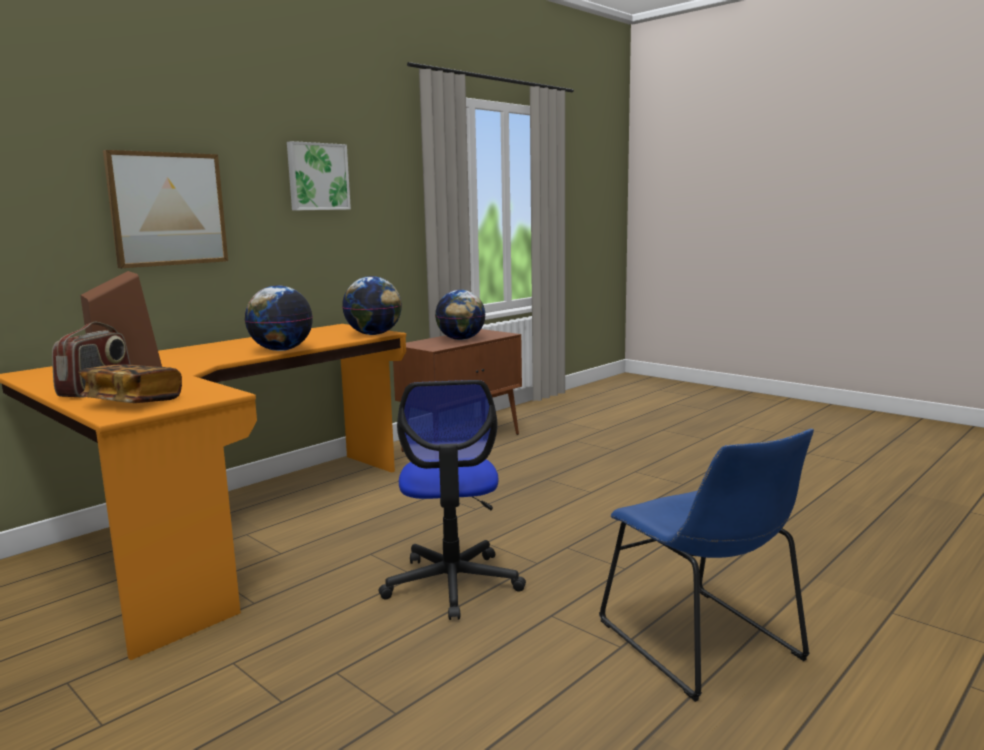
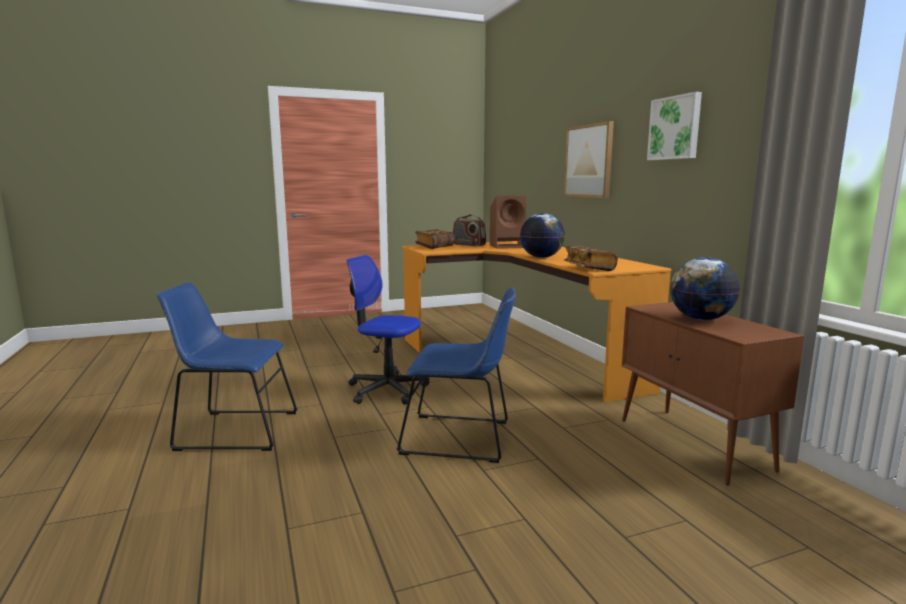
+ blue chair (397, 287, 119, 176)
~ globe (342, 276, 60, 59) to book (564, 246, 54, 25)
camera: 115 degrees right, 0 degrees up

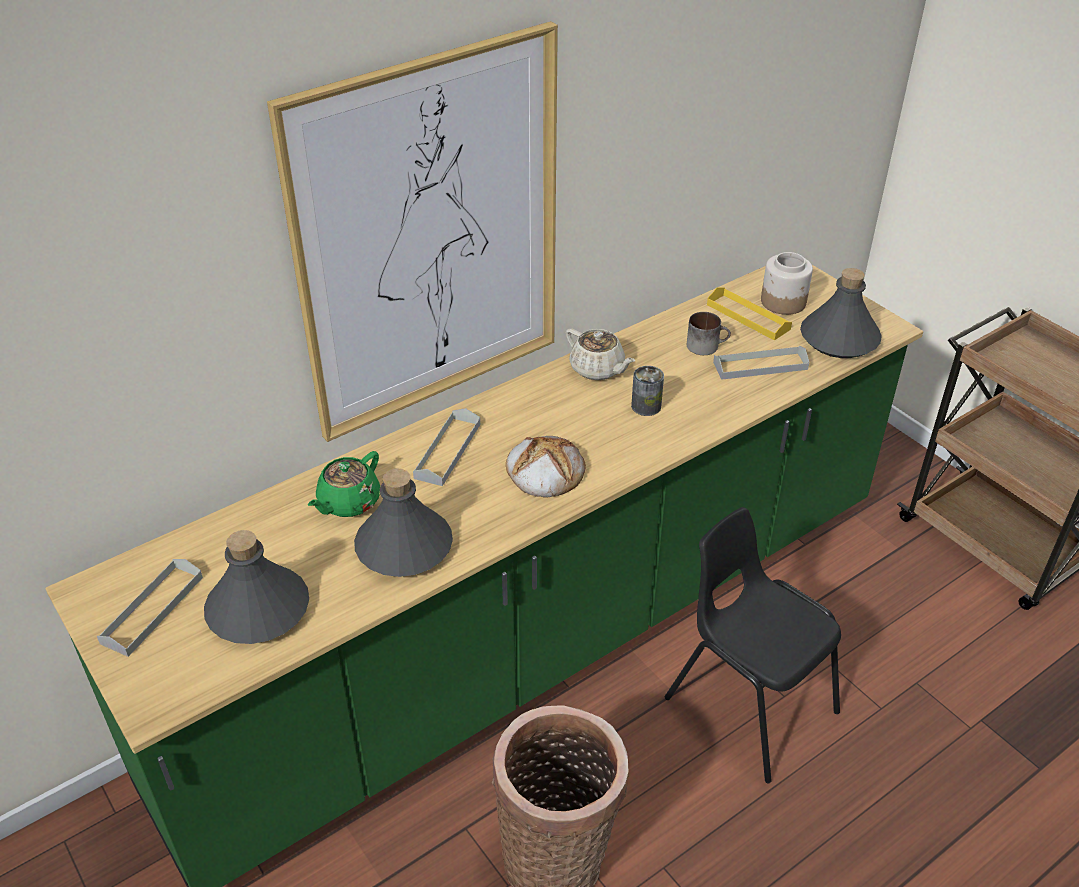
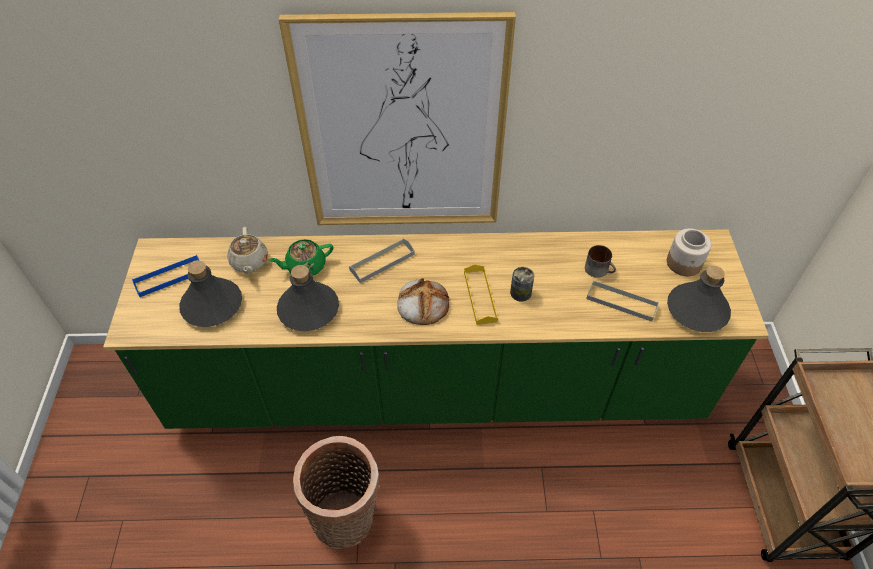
~ grey tray (97, 559, 106, 98) to blue tray (132, 255, 67, 42)
~ beige teapot (566, 329, 69, 51) to (227, 227, 41, 47)
~ yellow tray (707, 287, 85, 54) to (464, 264, 34, 61)
- black chair (665, 507, 176, 276)
camera: 35 degrees right, 10 degrees up

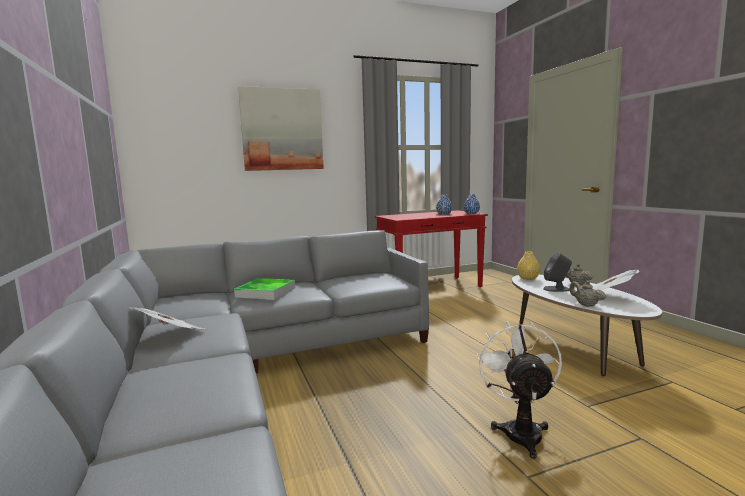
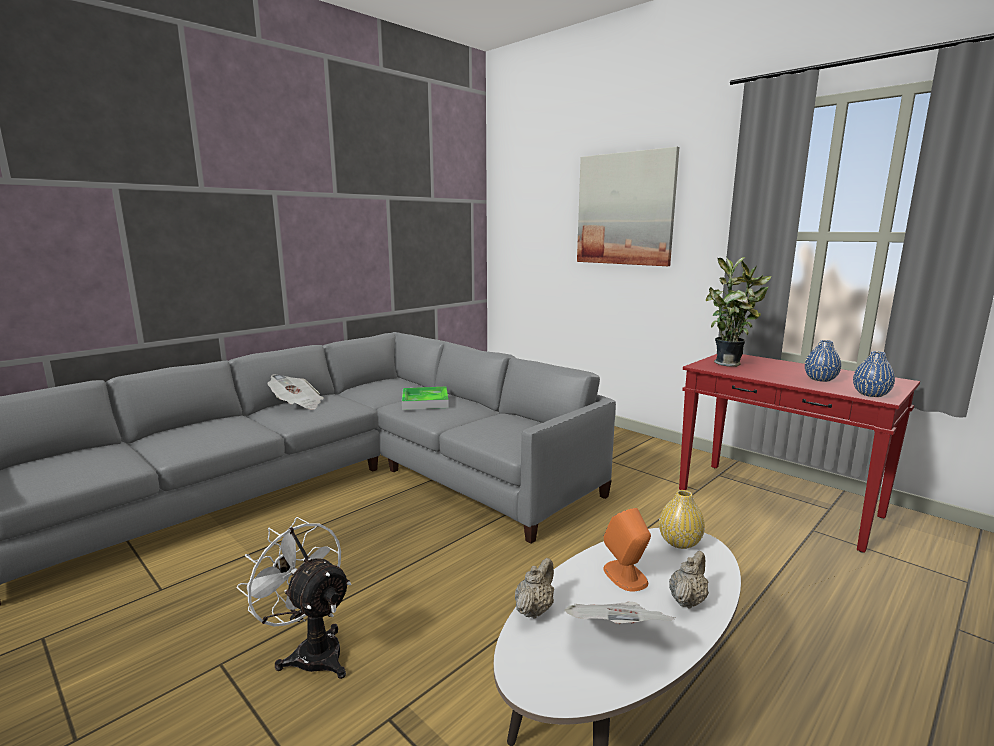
~ white fan (477, 321, 85, 138) = (236, 517, 115, 162) 120 degrees counterclockwise
~ grey speaker (543, 252, 29, 40) to orange speaker (603, 508, 48, 83)
+ potted plant (706, 257, 66, 110)
camera: 65 degrees right, 5 degrees up

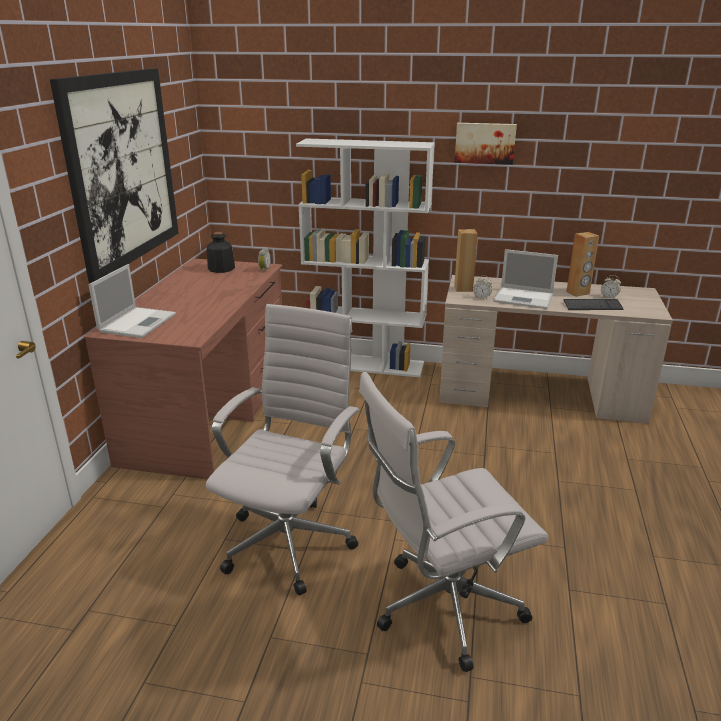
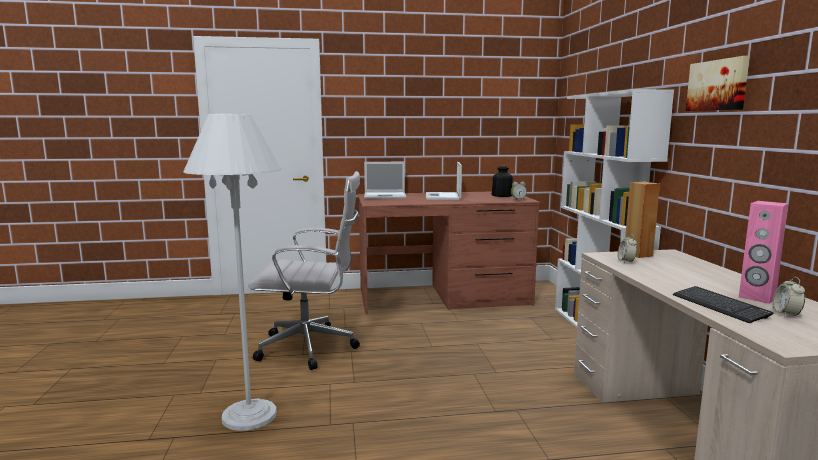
~ white office chair (359, 372, 189, 300) to white floor lamp (183, 114, 98, 317)
~ laptop (493, 249, 65, 60) to (426, 162, 36, 38)
~ brown speaker (566, 232, 33, 65) to pink speaker (739, 201, 49, 103)
- picture (50, 68, 129, 216)
camera: 70 degrees right, 15 degrees down

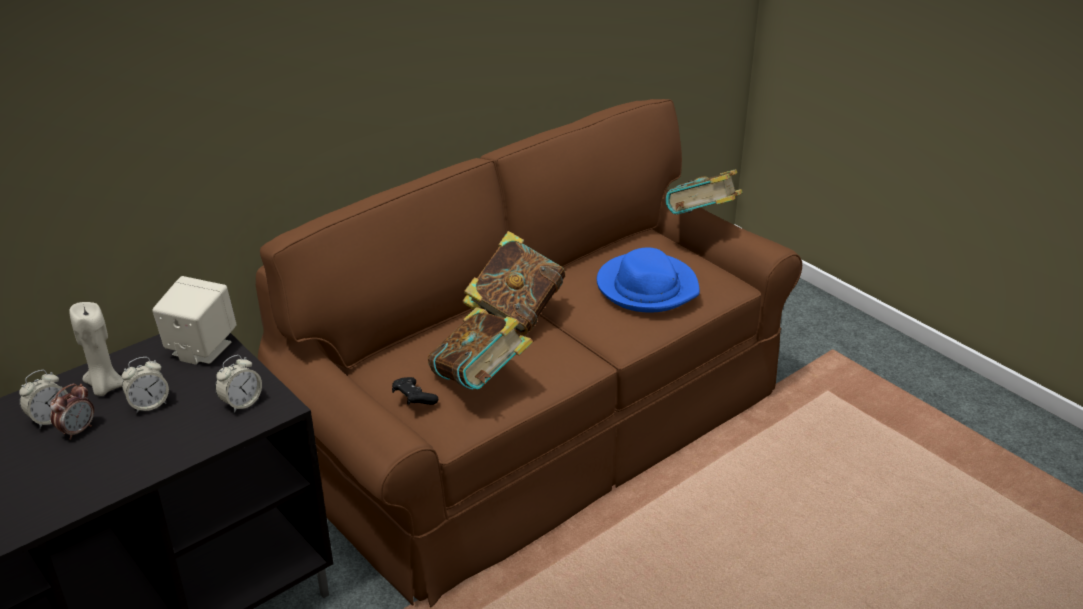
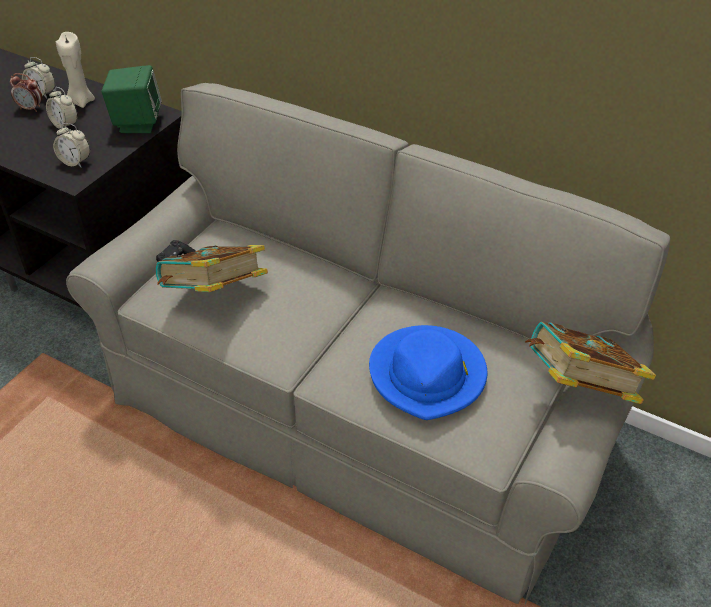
~ brown sofa (256, 99, 546, 509) to grey sofa (66, 83, 604, 521)
~ beige speaker (152, 276, 85, 89) to green speaker (102, 65, 60, 68)
- book (462, 231, 103, 104)
camera: 70 degrees right, 10 degrees up

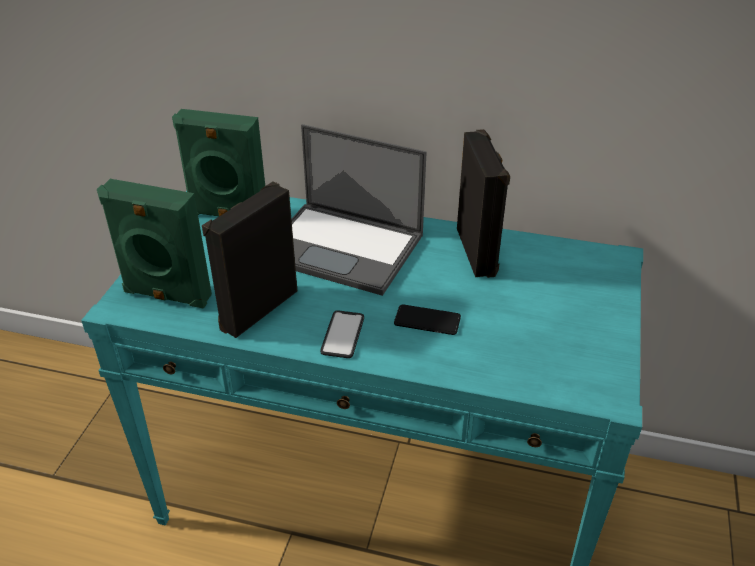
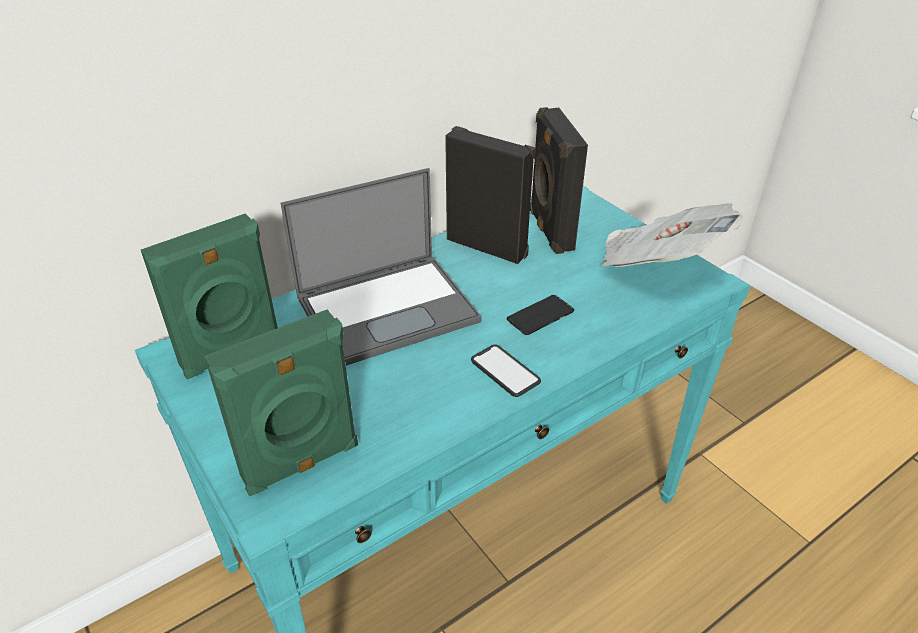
~ black speaker (202, 181, 95, 157) to (530, 107, 58, 147)
+ newspaper (601, 203, 142, 64)
camera: 50 degrees left, 0 degrees up

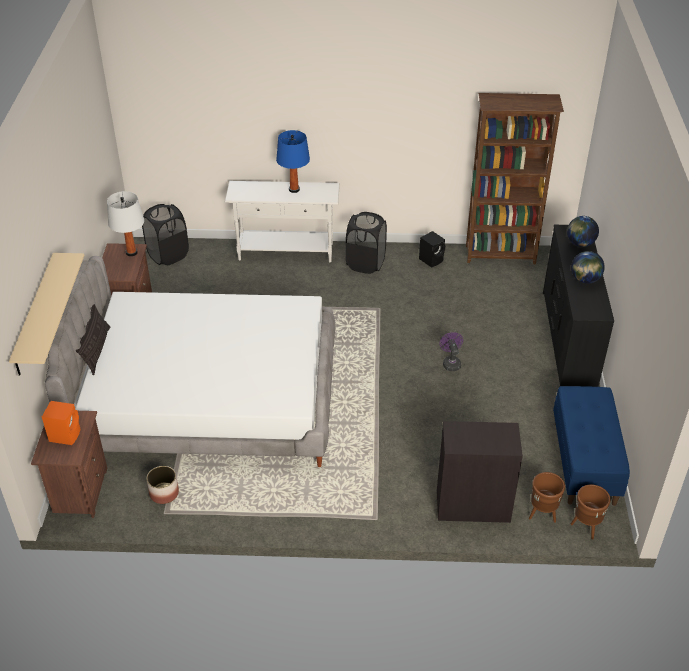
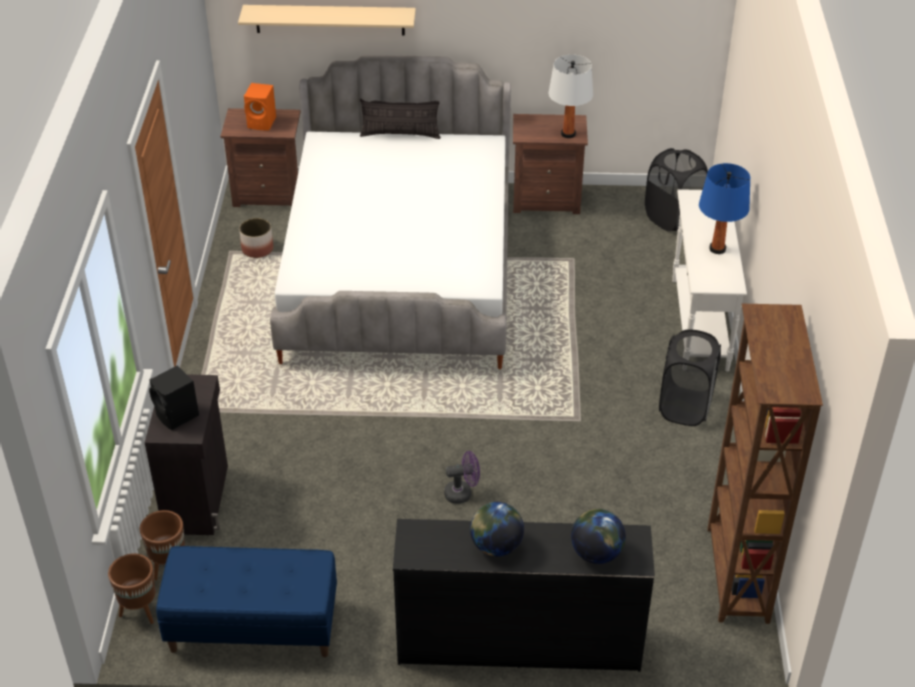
~ black speaker (419, 231, 27, 37) to (149, 365, 50, 65)
camera: 90 degrees right, 0 degrees up

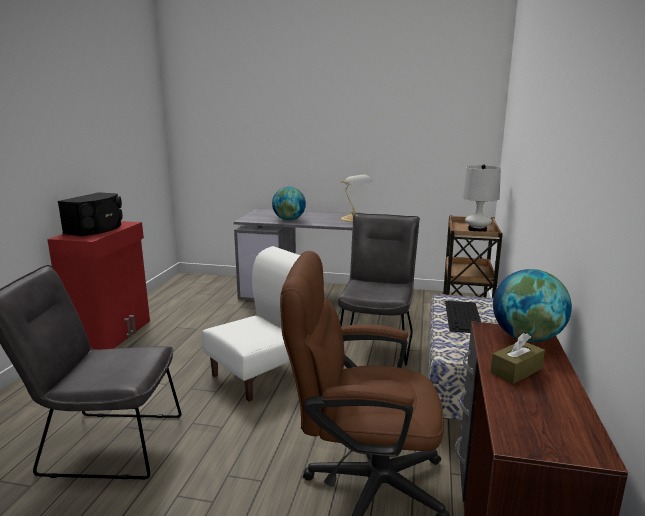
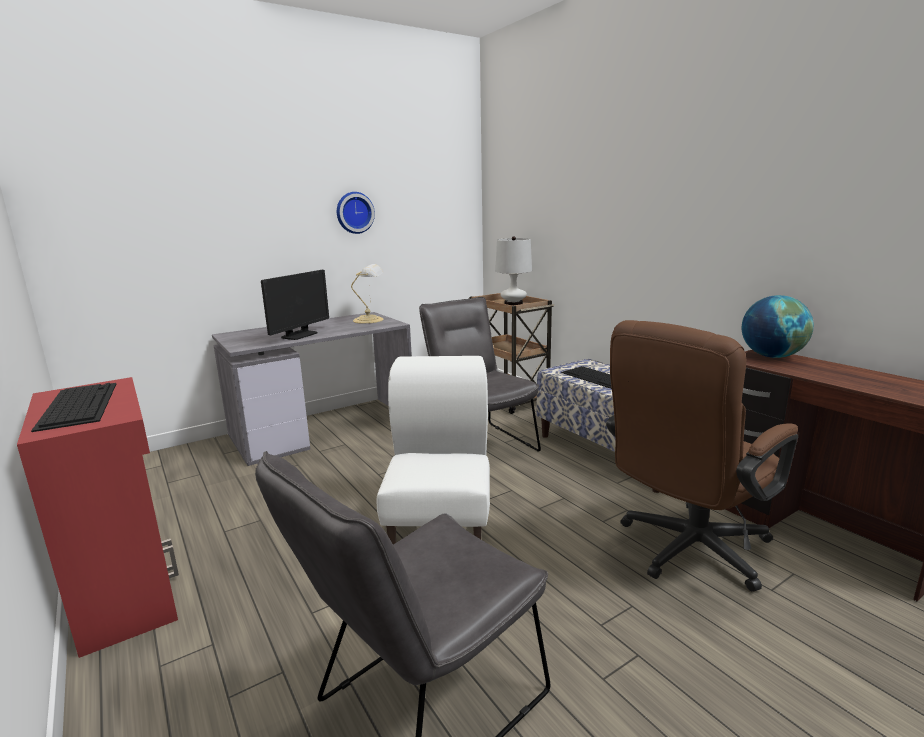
~ black speaker (58, 192, 64, 44) to keyboard (31, 383, 85, 49)
~ globe (272, 187, 34, 33) to monitor (261, 270, 68, 70)
+ wall clock (337, 192, 38, 42)
- brown tissue box (490, 333, 55, 51)
camera: 45 degrees left, 0 degrees up

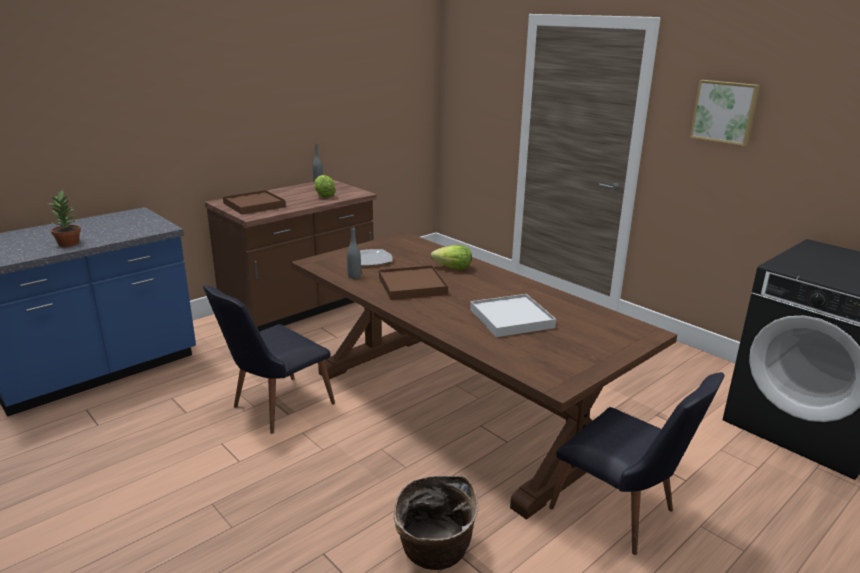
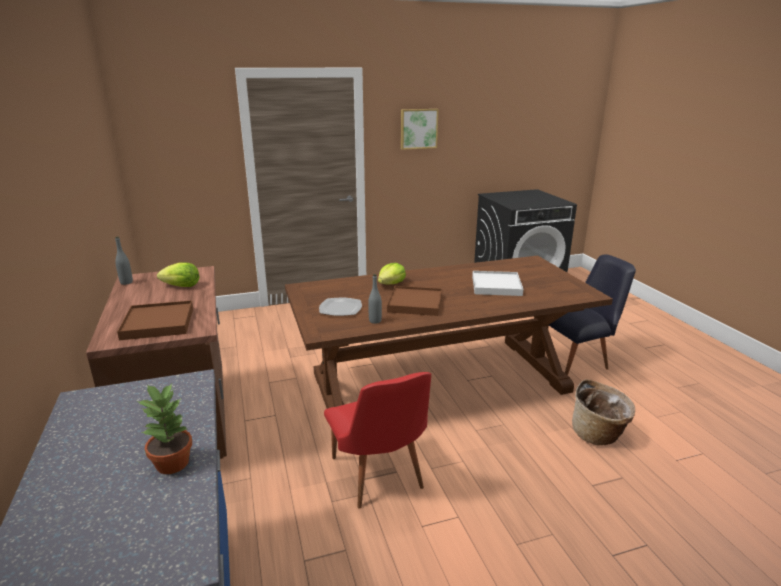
~ black chair (203, 285, 132, 149) to red chair (324, 372, 107, 136)
camera: 65 degrees left, 0 degrees up

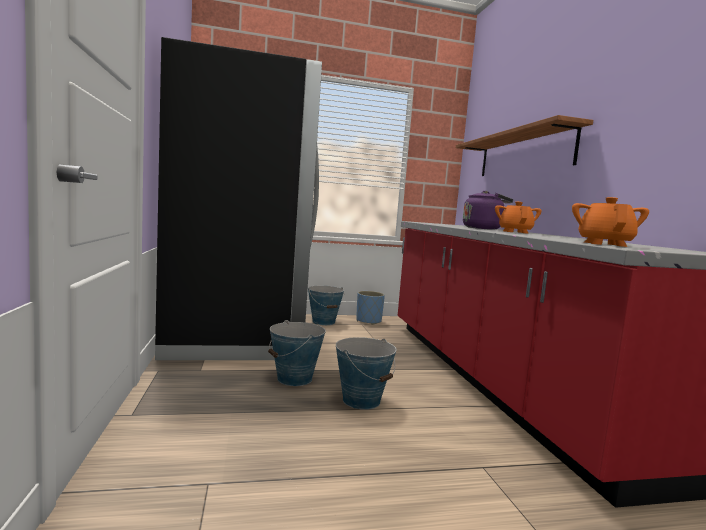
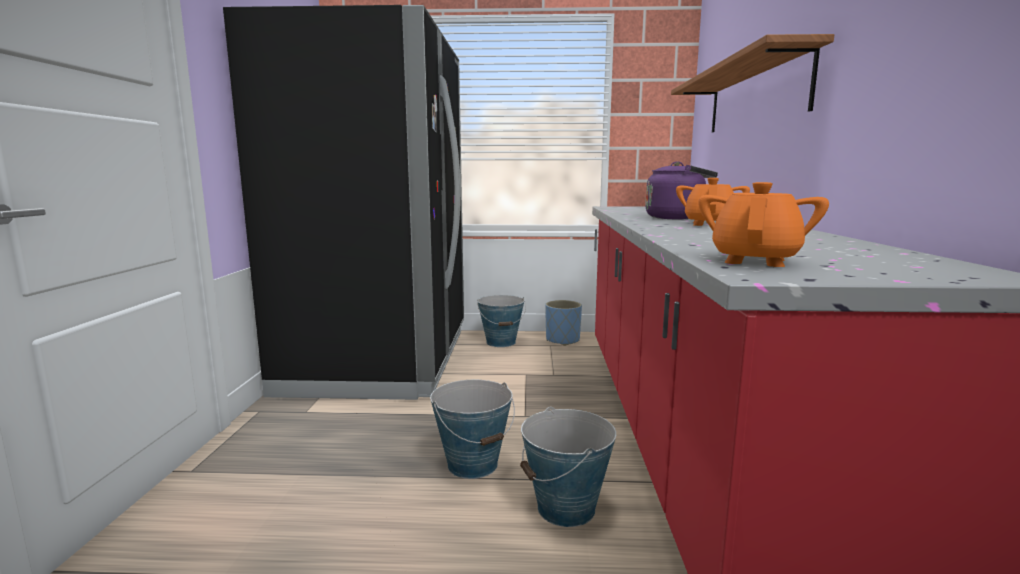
~ bucket (268, 320, 58, 66) to (520, 406, 96, 121)
camera: 15 degrees right, 5 degrees up

